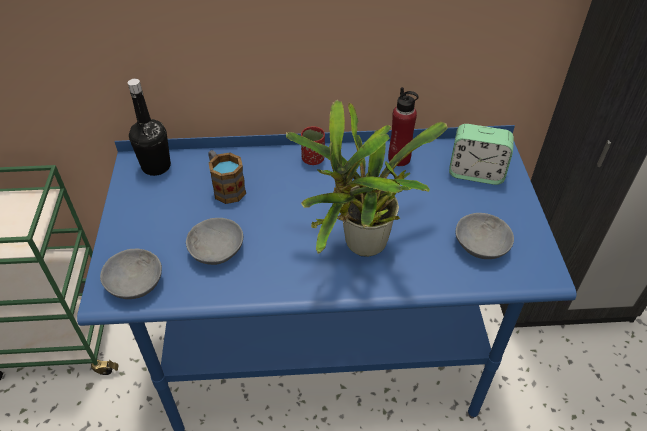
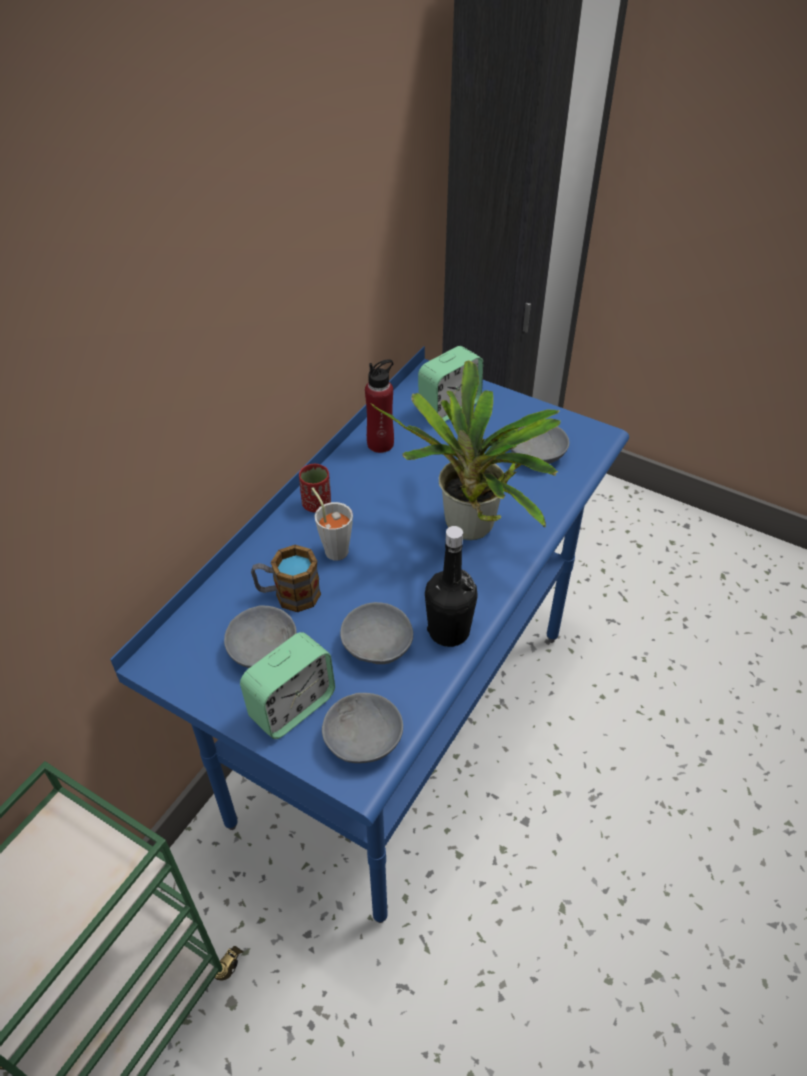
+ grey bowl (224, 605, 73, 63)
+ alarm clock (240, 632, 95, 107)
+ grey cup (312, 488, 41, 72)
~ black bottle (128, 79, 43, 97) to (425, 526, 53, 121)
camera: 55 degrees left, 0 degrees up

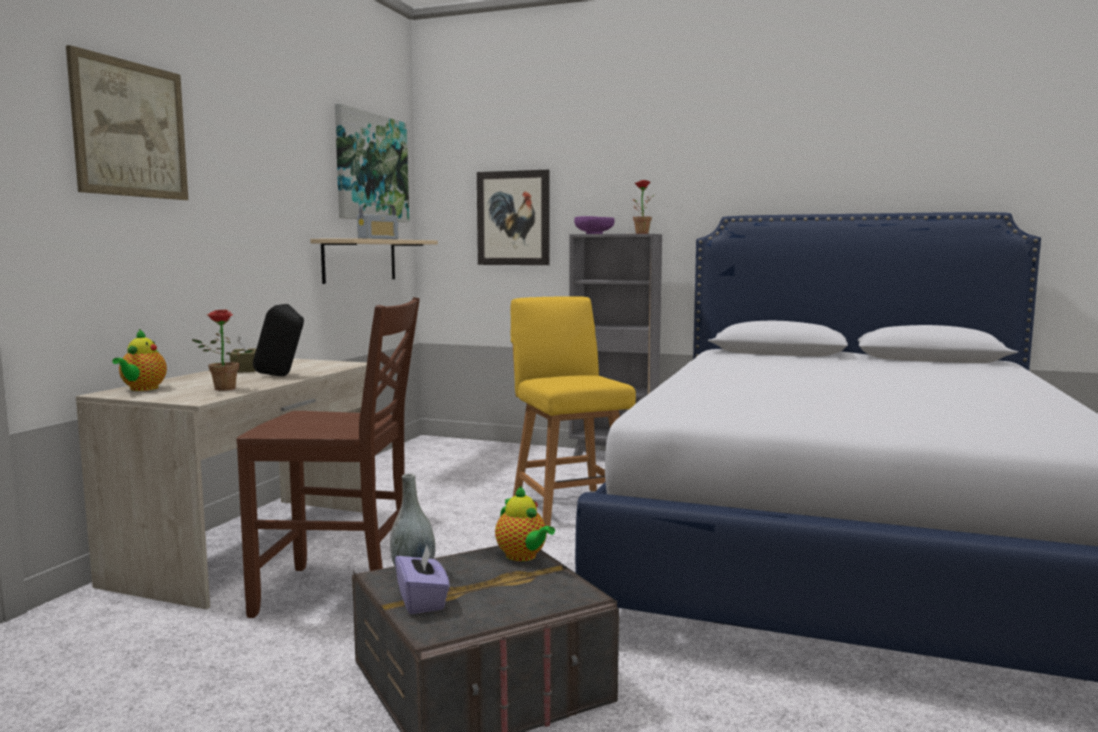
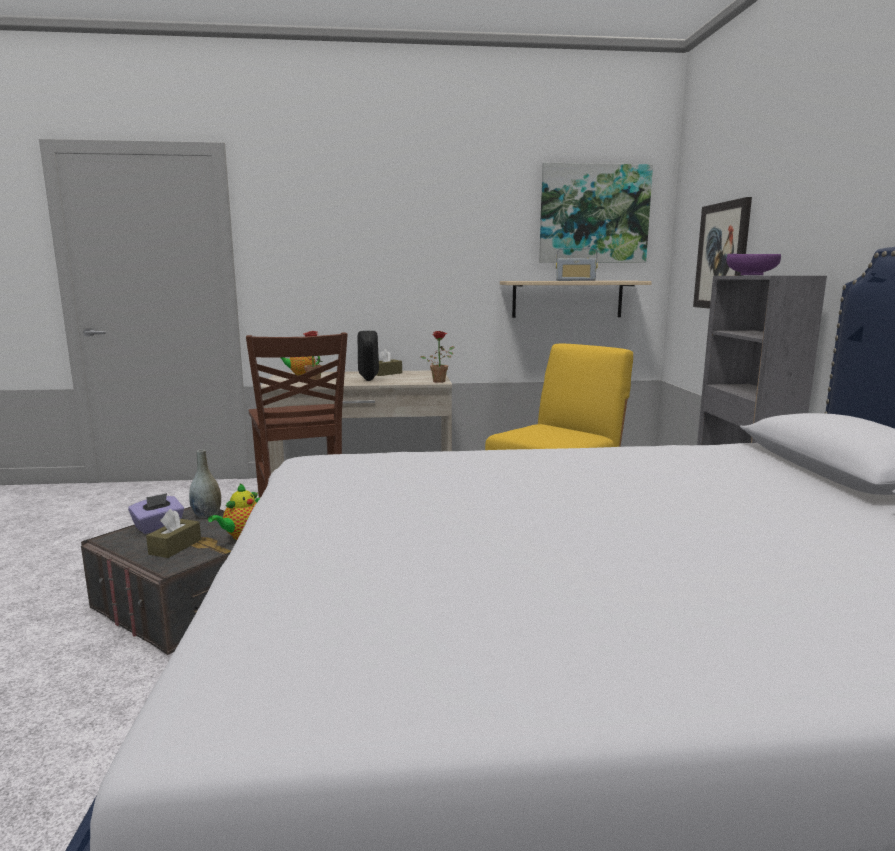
+ brown tissue box (146, 509, 55, 49)
~ potted plant (633, 180, 21, 54) to (420, 331, 35, 52)
- picture (66, 45, 122, 155)
camera: 65 degrees right, 5 degrees up

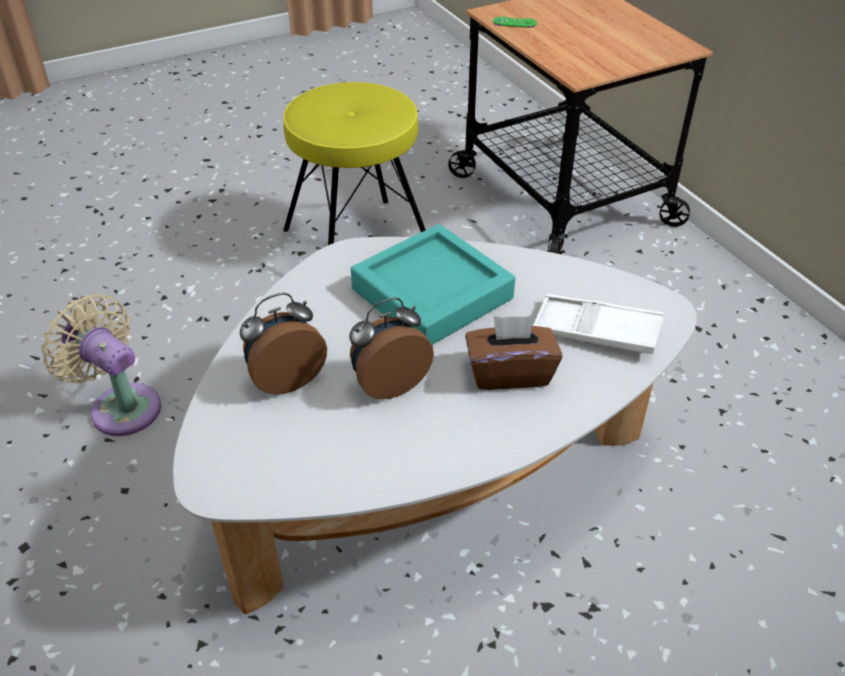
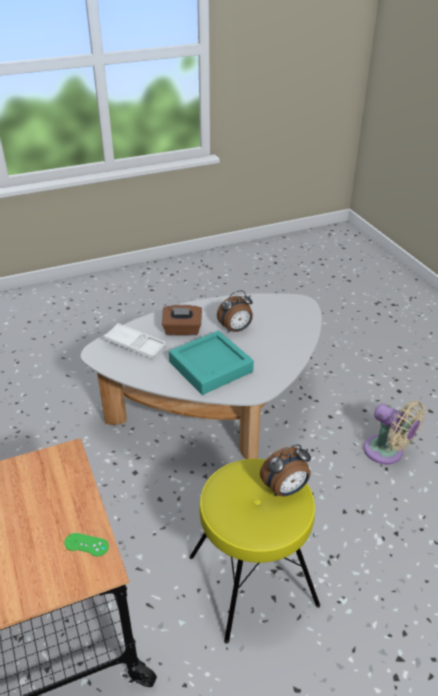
~ alarm clock (240, 293, 87, 102) to (260, 444, 51, 52)
camera: 175 degrees left, 5 degrees down

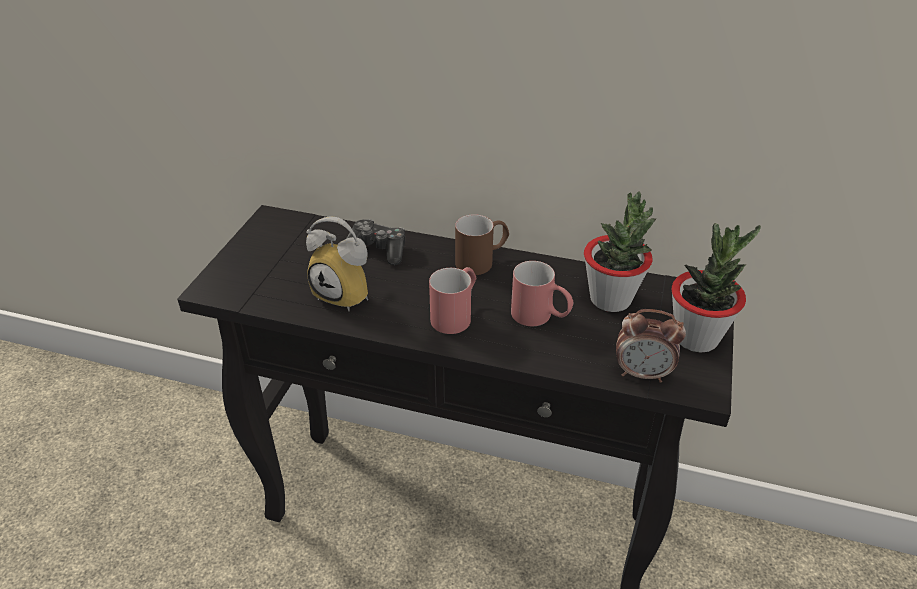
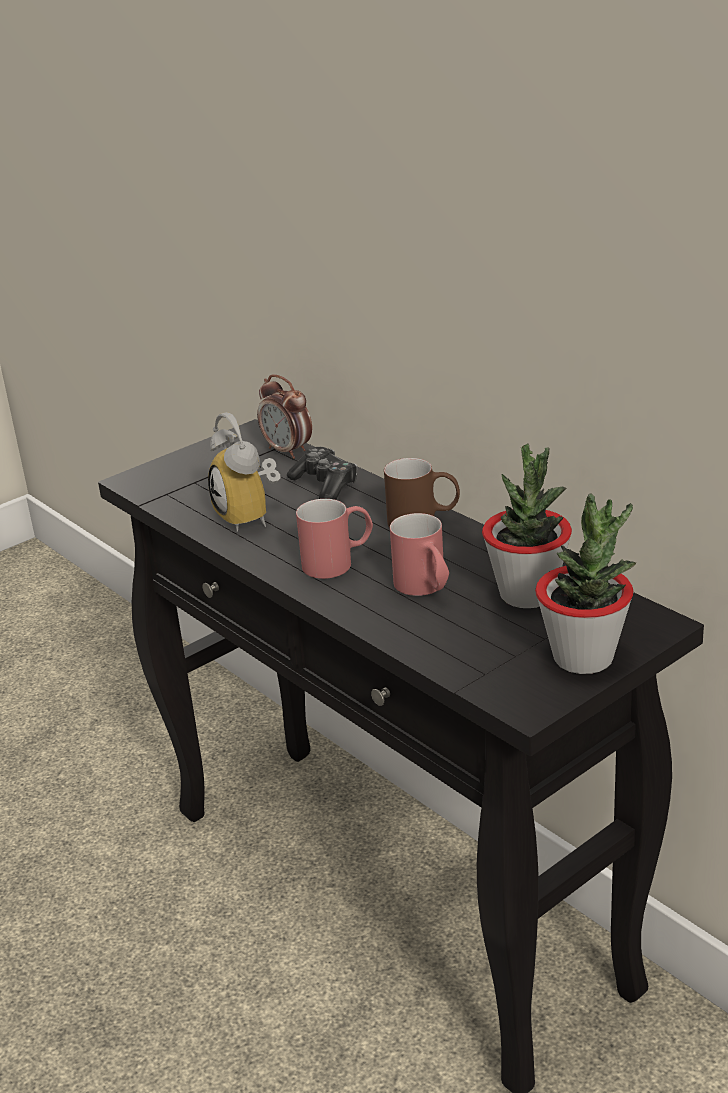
~ alarm clock (616, 309, 70, 74) to (257, 374, 55, 85)
camera: 35 degrees right, 10 degrees down

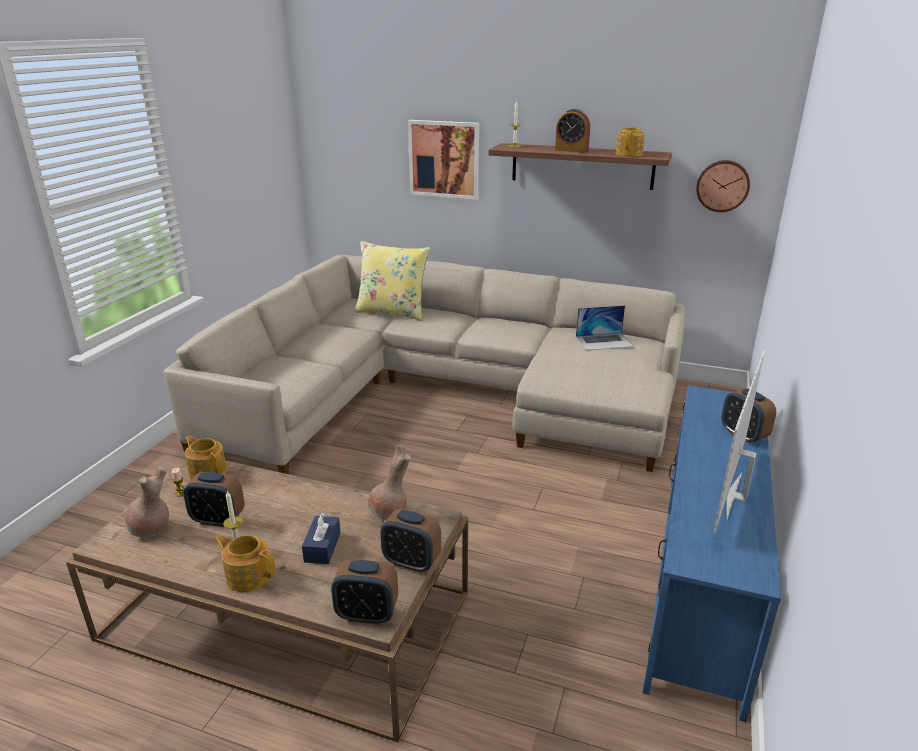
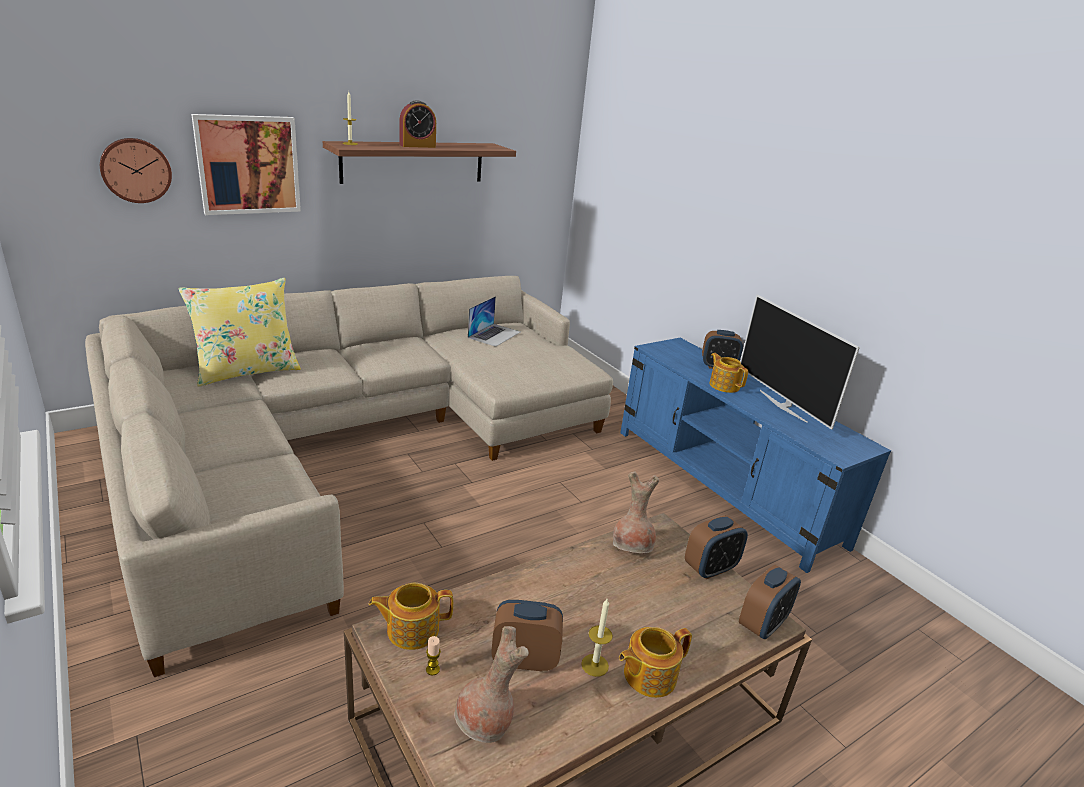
~ wall clock (696, 160, 54, 52) to (100, 138, 72, 65)
~ alarm clock (183, 472, 62, 55) = (491, 600, 72, 72) 135 degrees counterclockwise
~ teapot (616, 127, 29, 29) to (710, 353, 38, 40)
- blue tissue box (302, 512, 39, 52)
camera: 55 degrees left, 0 degrees up

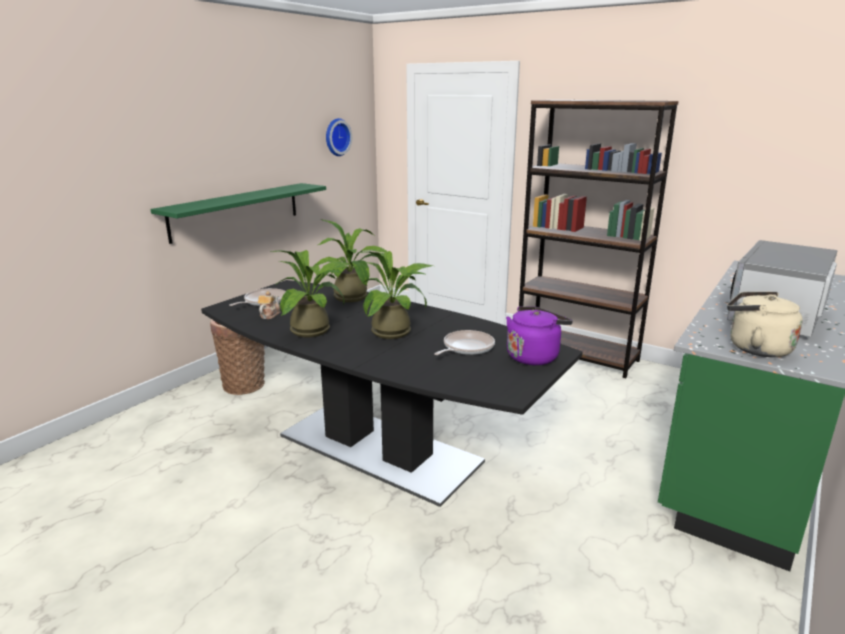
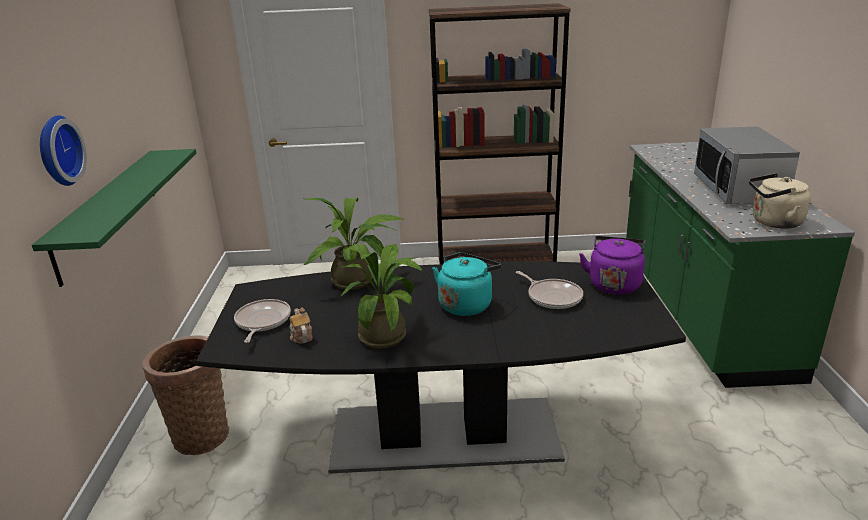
~ wall clock (326, 118, 26, 38) to (40, 115, 47, 71)
~ potted plant (358, 251, 75, 88) to turquoise kettle (432, 252, 69, 64)
~ frying pan (434, 330, 61, 25) = (516, 271, 67, 38) 135 degrees clockwise
camera: 35 degrees left, 5 degrees up

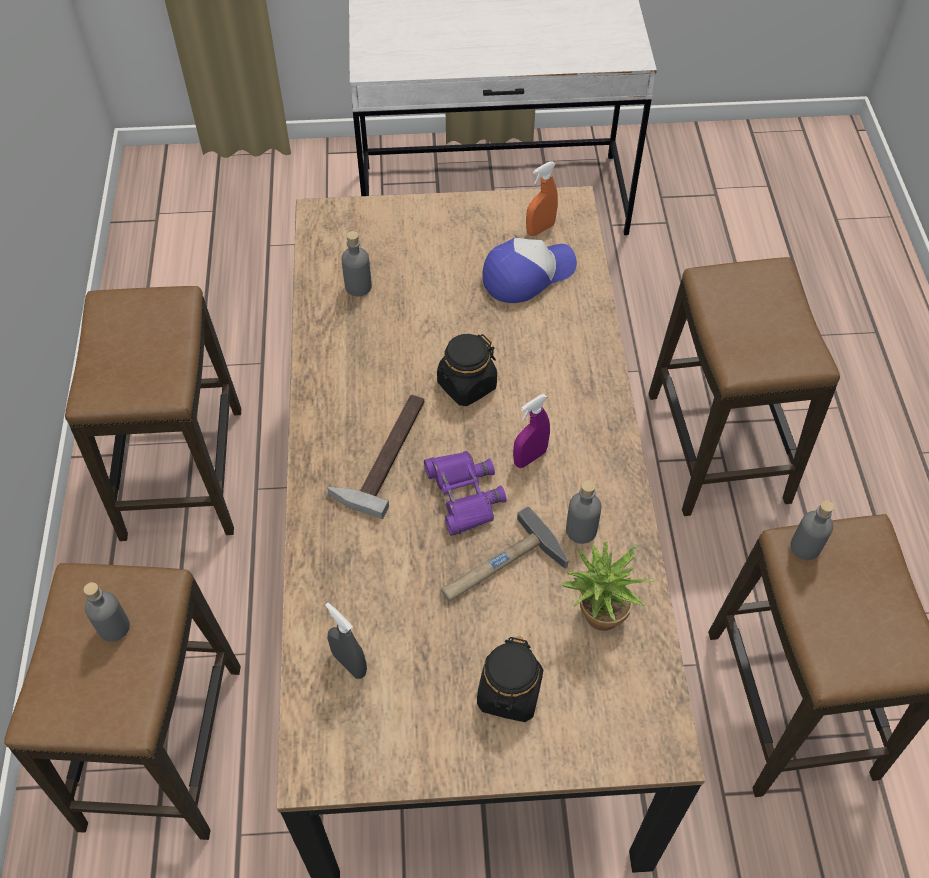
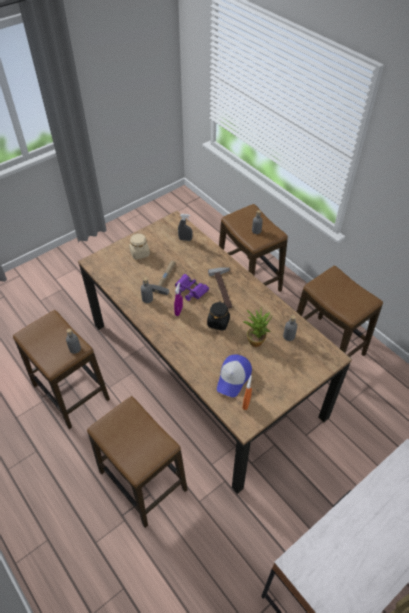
~ black jar (477, 636, 66, 86) to beige jar (129, 233, 21, 27)
~ potted plant (561, 542, 93, 89) to (243, 309, 29, 38)
camera: 145 degrees right, 5 degrees down

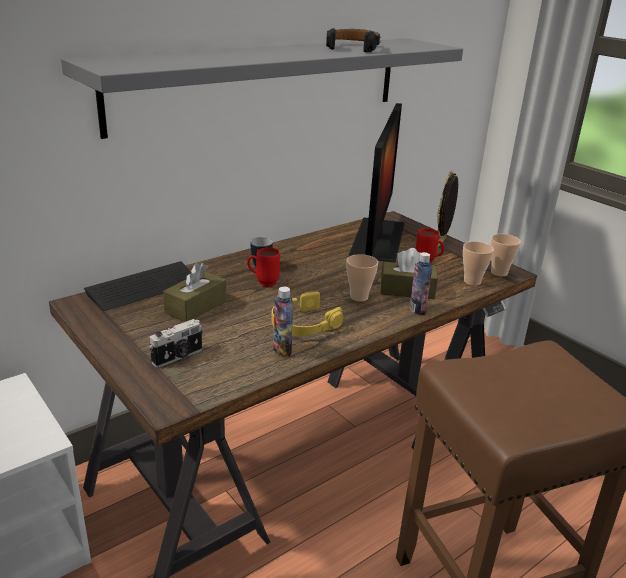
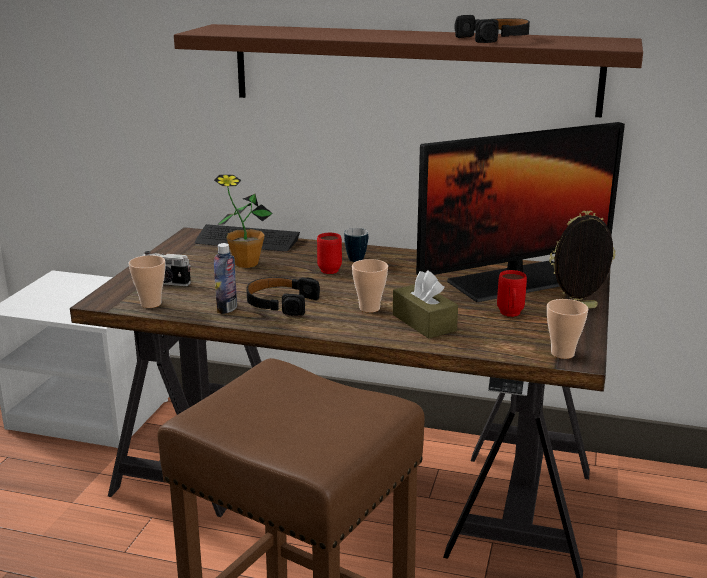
~ cup (463, 241, 31, 45) to (128, 255, 37, 53)
~ grey shelf (61, 38, 402, 101) to brown shelf (174, 24, 469, 93)
~ brown tissue box (163, 263, 63, 59) to potted plant (214, 175, 59, 93)
~ yellow headphones (271, 291, 72, 45) to black headphones (246, 277, 74, 39)
- bottle (410, 252, 22, 63)
camera: 55 degrees right, 5 degrees down

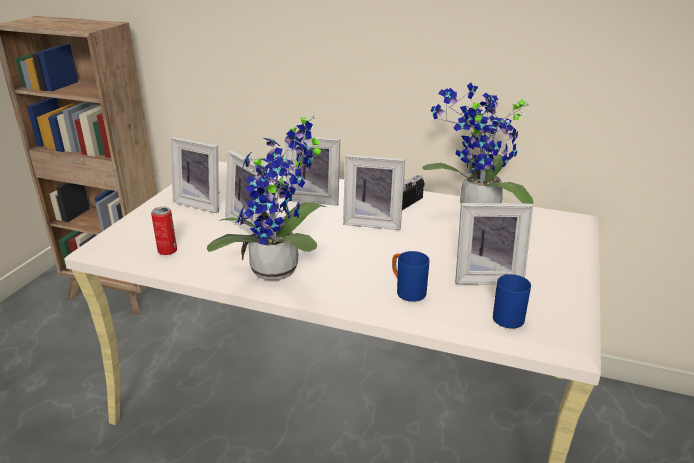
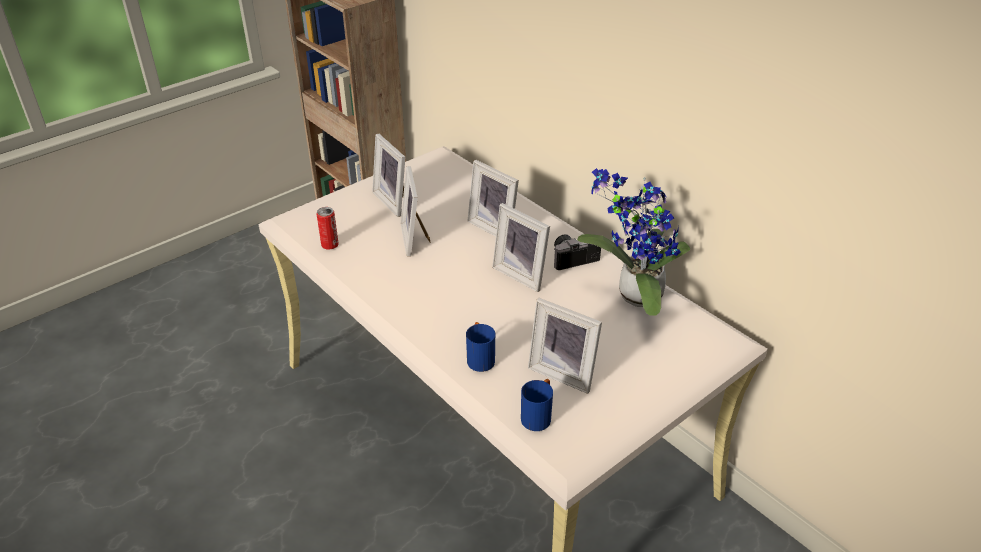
- potted plant (207, 113, 119, 167)
camera: 30 degrees right, 10 degrees up

